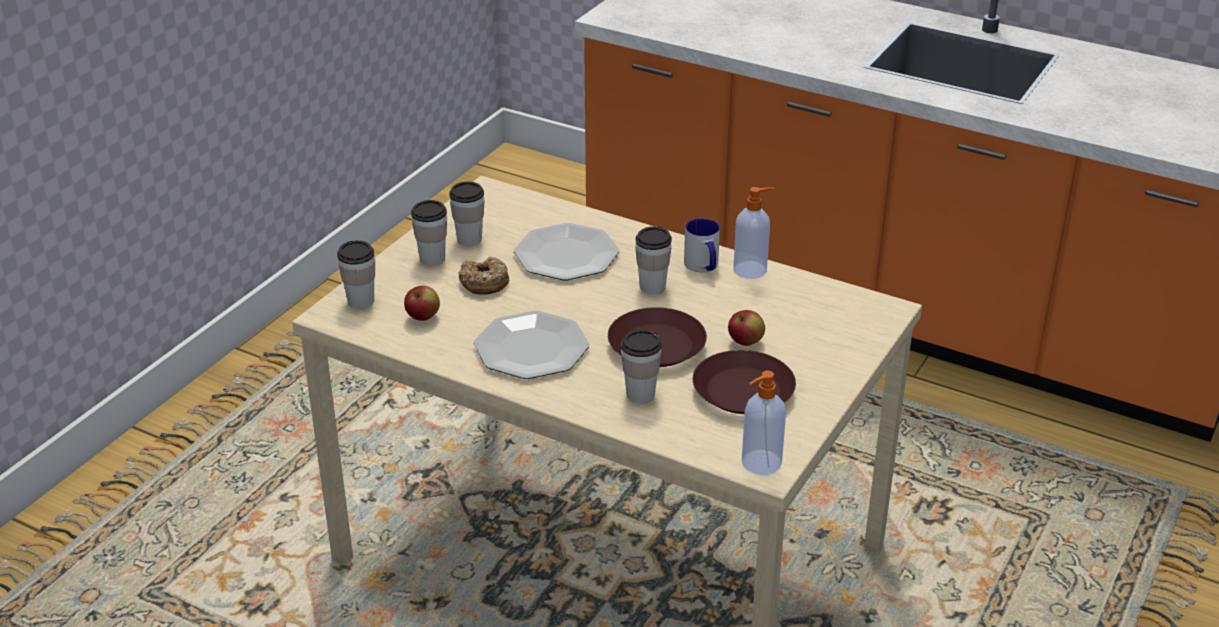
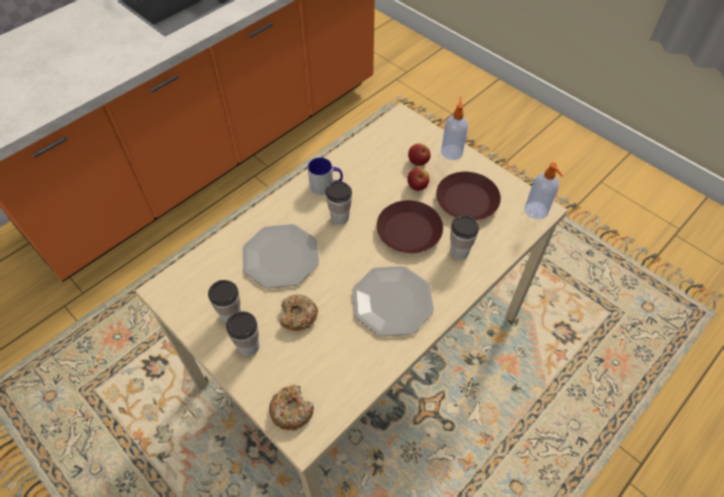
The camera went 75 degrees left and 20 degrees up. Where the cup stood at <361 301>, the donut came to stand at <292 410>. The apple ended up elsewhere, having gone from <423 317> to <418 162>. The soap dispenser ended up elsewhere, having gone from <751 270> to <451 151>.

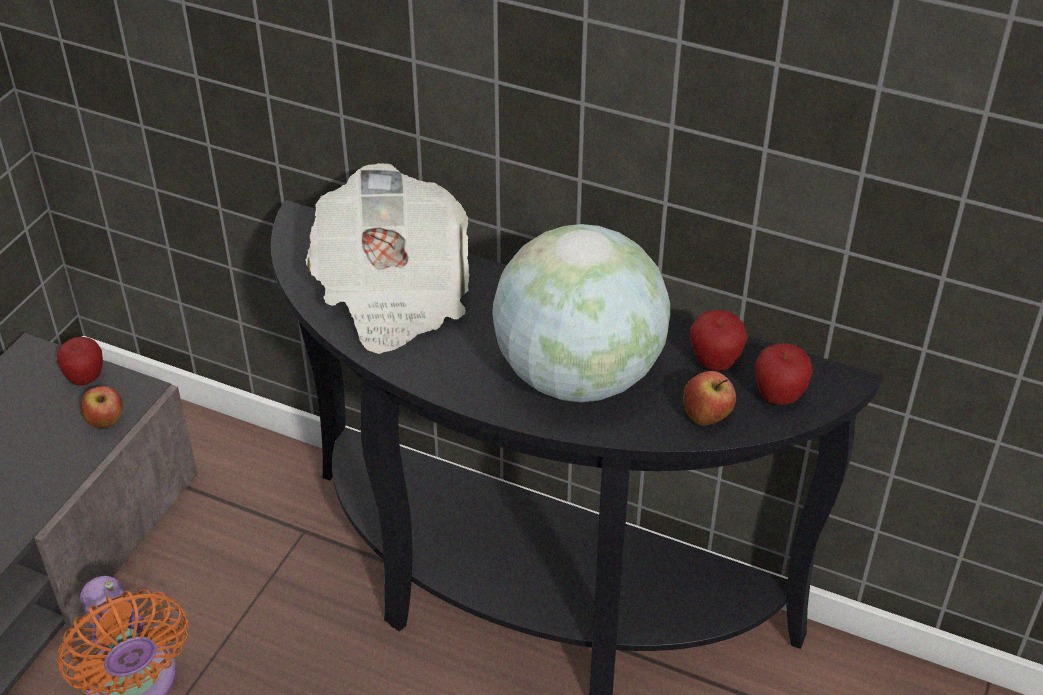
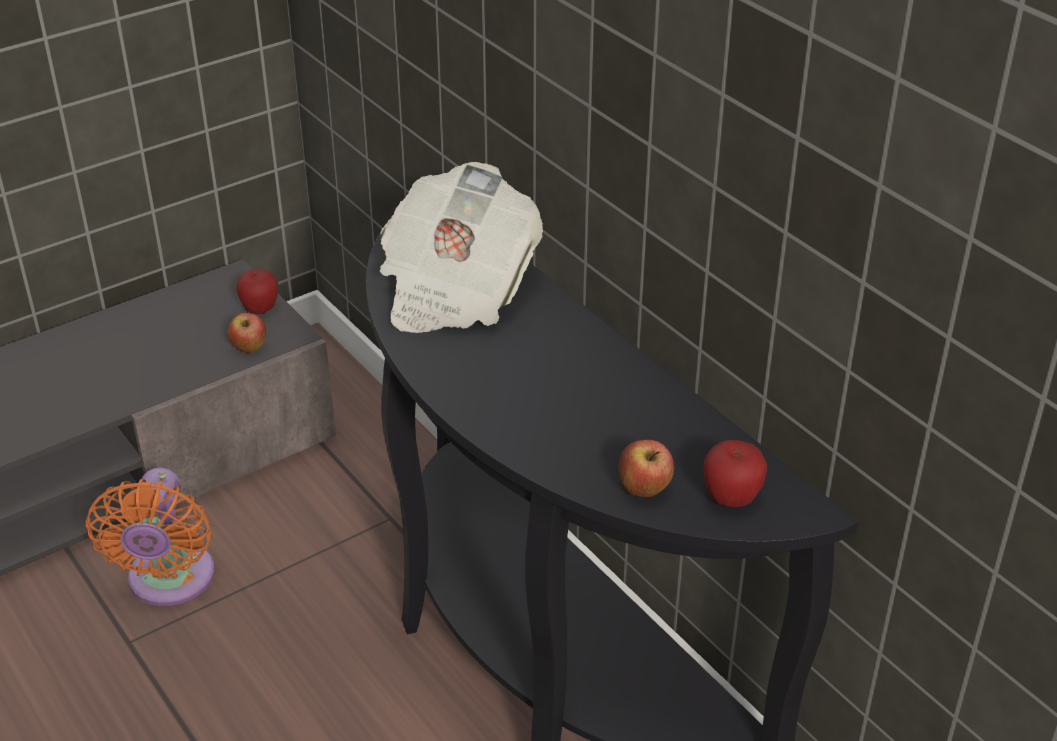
The camera went 30 degrees right and 5 degrees down. The second view lost the globe at <578 376>. The second view lost the apple at <715 363>.

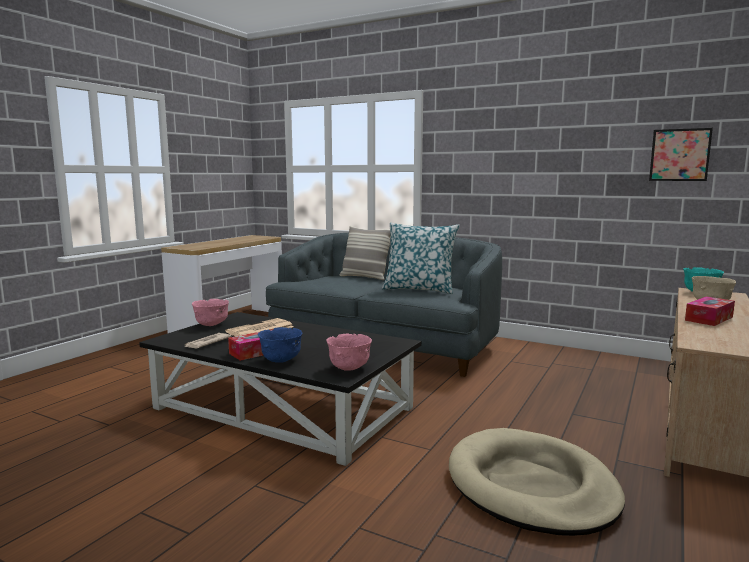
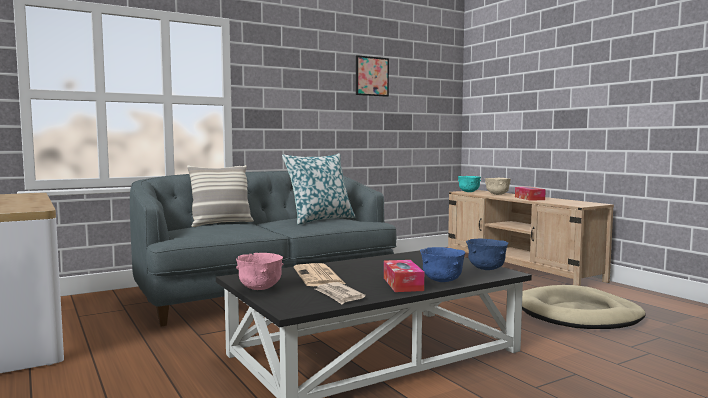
The camera went 60 degrees left and 5 degrees down. What was the pink bowl at <349 368> turned into the blue bowl at <486 269>. The picture ended up elsewhere, having gone from <679 155> to <372 76>.

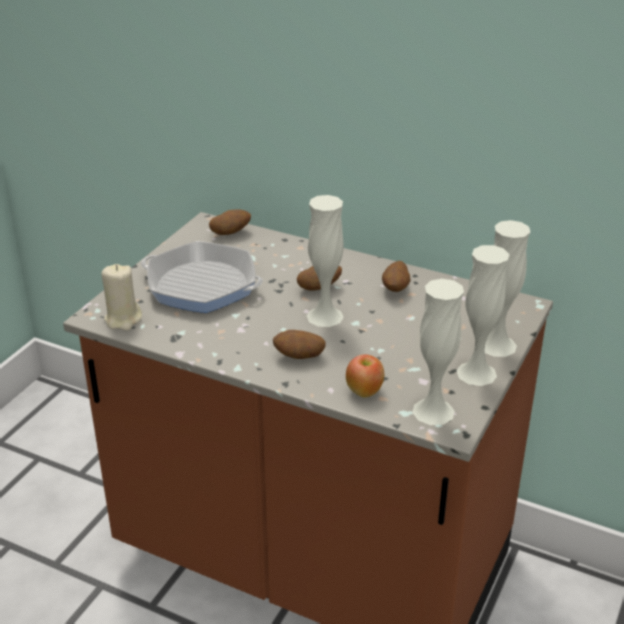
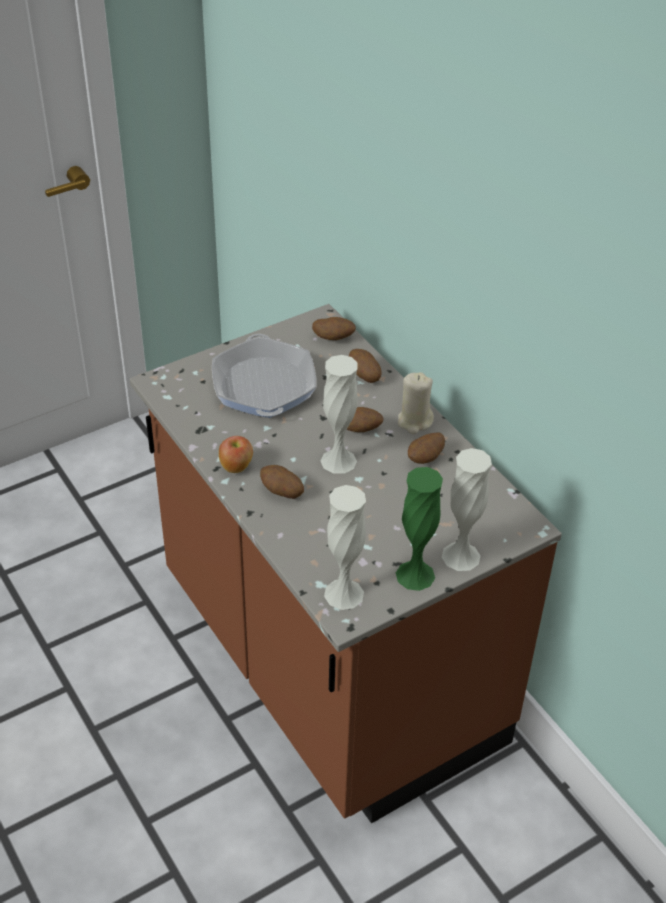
The camera went 30 degrees right and 10 degrees up. The beige candle ended up elsewhere, having gone from <123 319> to <414 421>. The frying pan at <202 285> ended up facing another way, 150 degrees counterclockwise from before. The apple ended up elsewhere, having gone from <365 391> to <236 467>. What was the white vase at <476 373> turned into the green vase at <415 575>. The second view gained the potato at <364 376>.

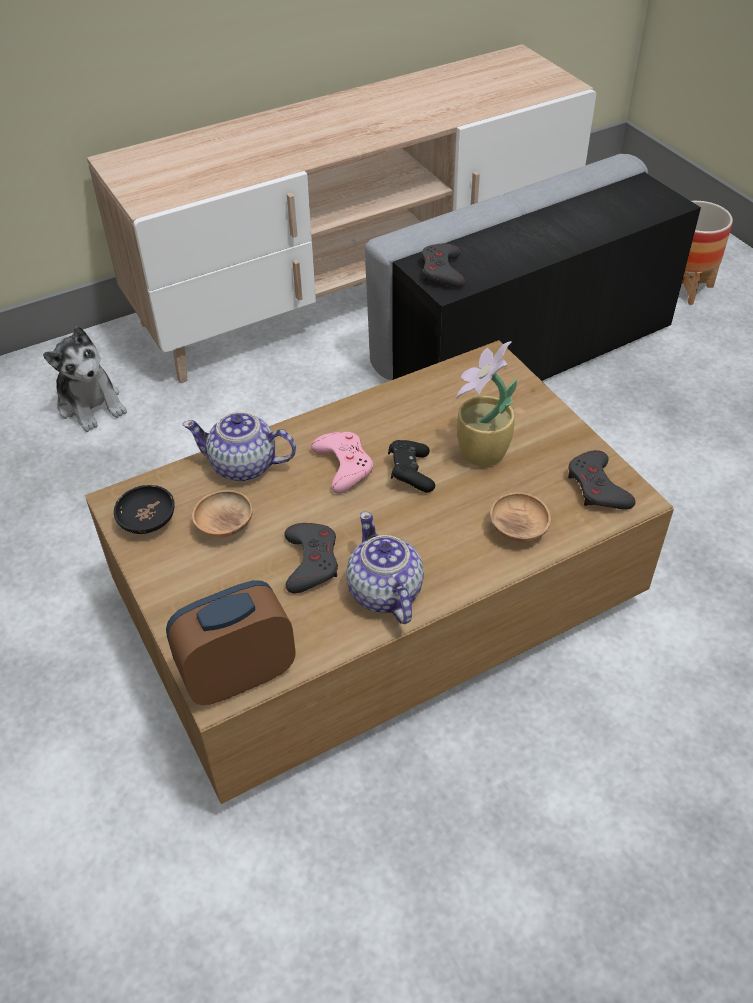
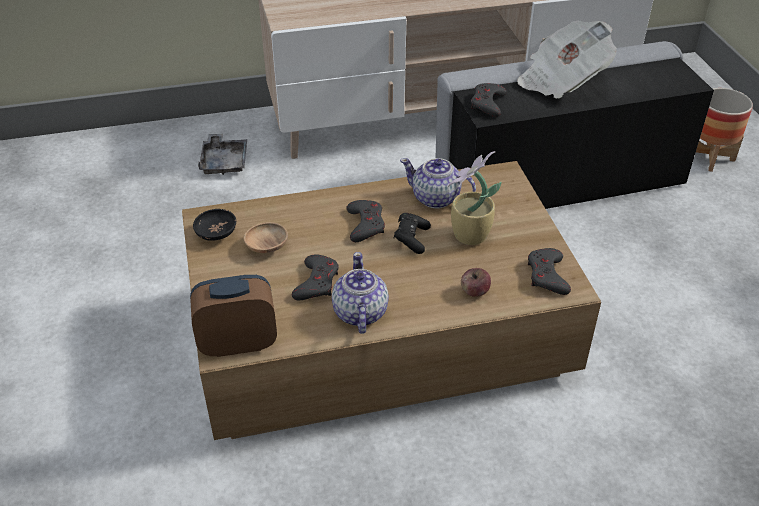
The camera went 15 degrees right and 5 degrees down. Where the plush toy stood at <91 404>, the grey tray came to stand at <224 162>. The teapot ended up elsewhere, having gone from <244 466> to <436 198>. What was the pink game controller at <343 465> turned into the grey game controller at <365 224>. Where the brown bowl stood at <518 529>, the apple came to stand at <474 291>. The second view gained the newspaper at <562 80>.

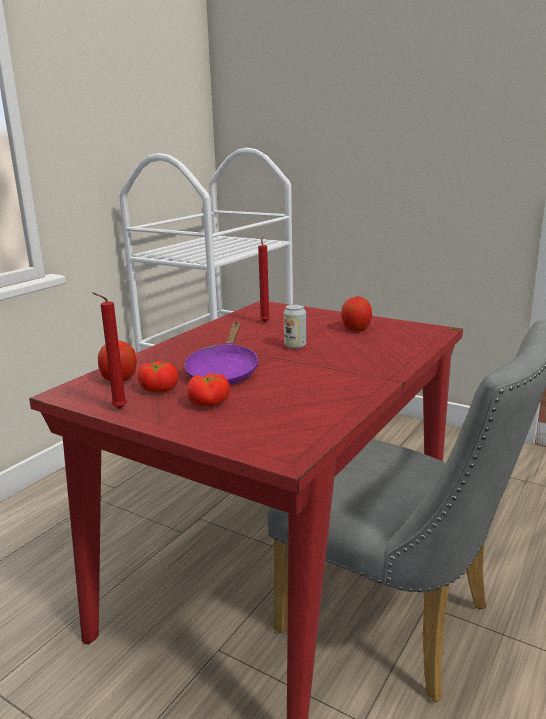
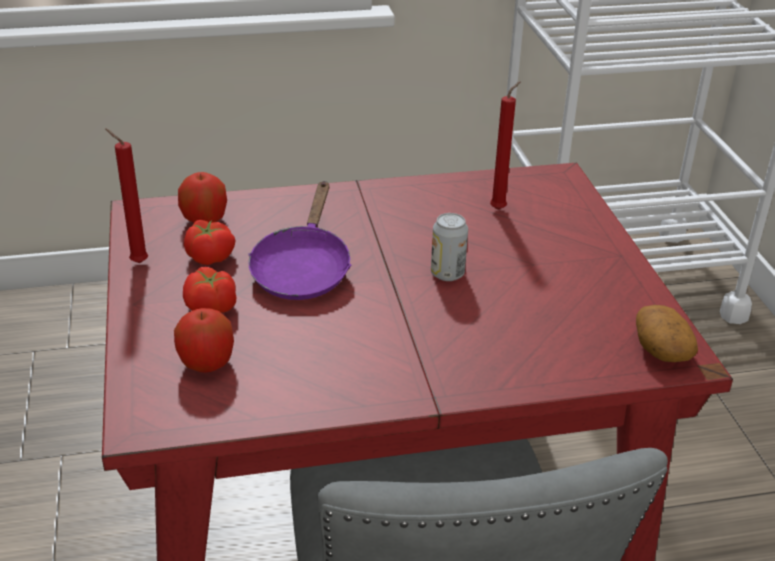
The camera went 45 degrees right and 15 degrees up. The purple frying pan at <223 372> ended up facing another way, 45 degrees counterclockwise from before. The apple ended up elsewhere, having gone from <356 329> to <206 363>. The second view gained the potato at <661 349>.

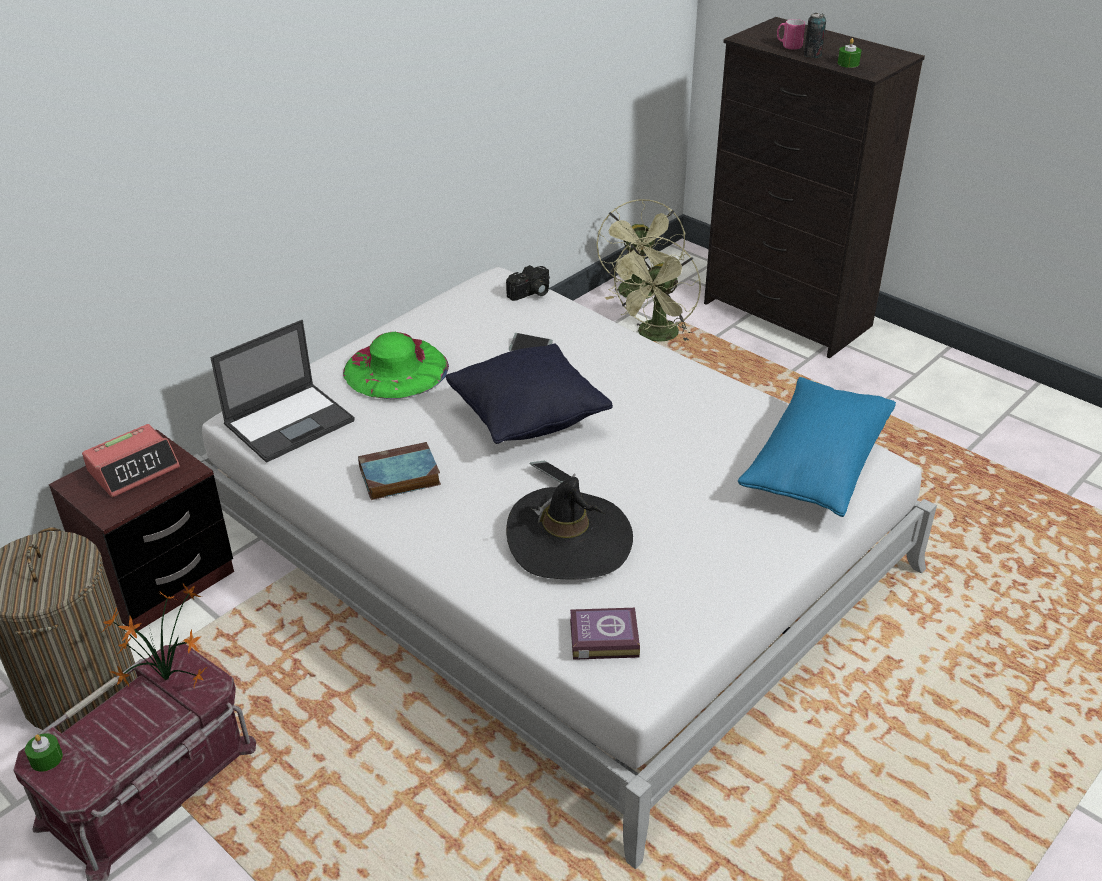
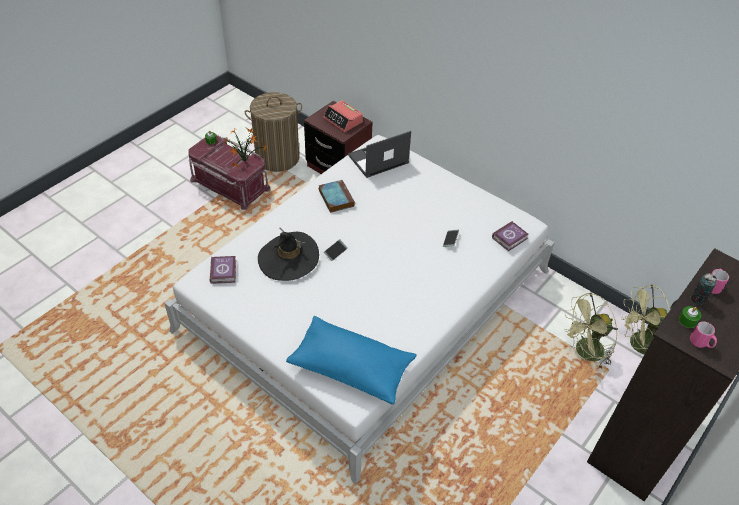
The camera went 85 degrees right and 10 degrees up. The laptop at <290 422> ended up facing another way, 105 degrees clockwise from before. The second view lost the green hat at <396 368>. The second view lost the black pillow at <528 420>. Where the photo camera stood at <530 294>, the book came to stand at <510 238>. The green fan at <656 337> ended up facing another way, 45 degrees counterclockwise from before. The second view gained the pink mug at <700 343>.

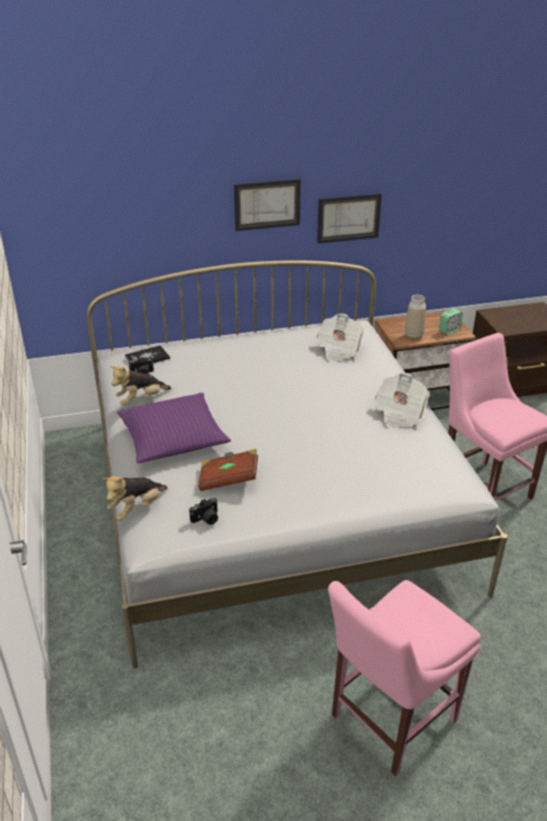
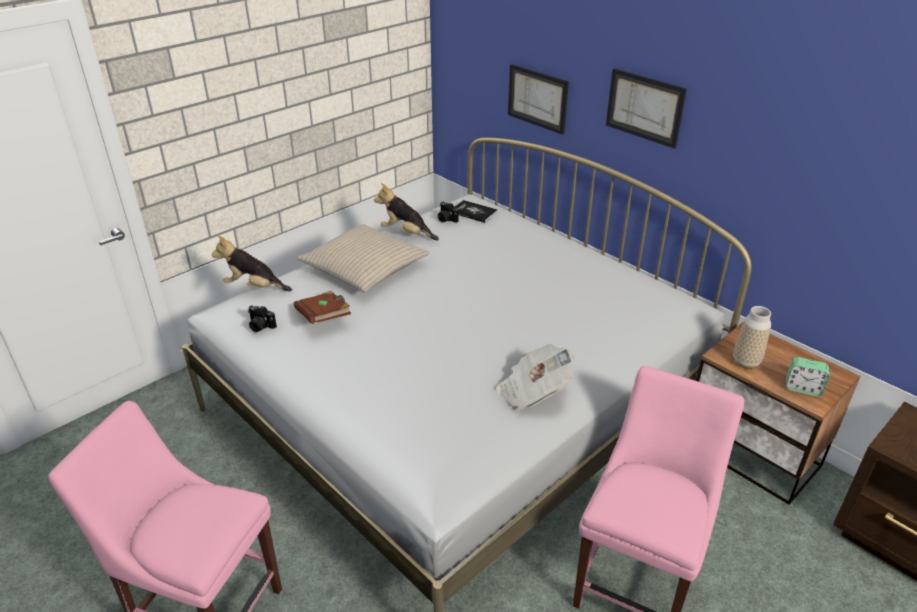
The camera went 60 degrees right and 0 degrees up. What was the purple pillow at <173 437> turned into the beige pillow at <364 268>. The picture ended up elsewhere, having gone from <348 218> to <537 98>. The second view lost the newspaper at <339 350>.

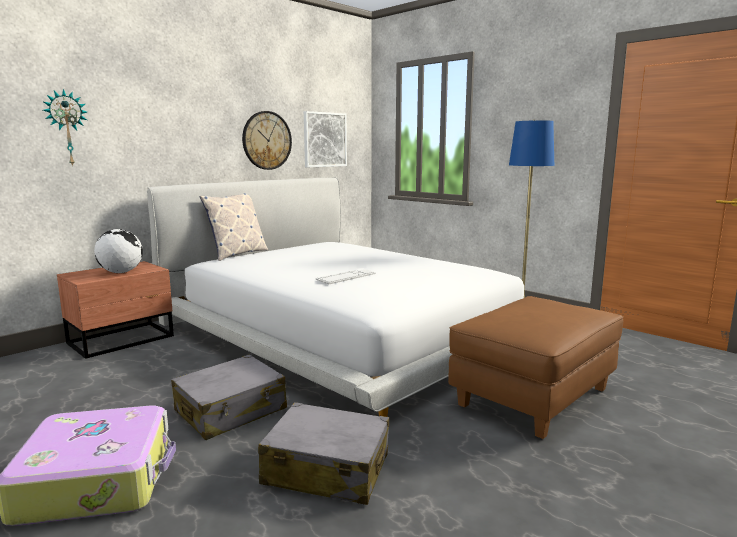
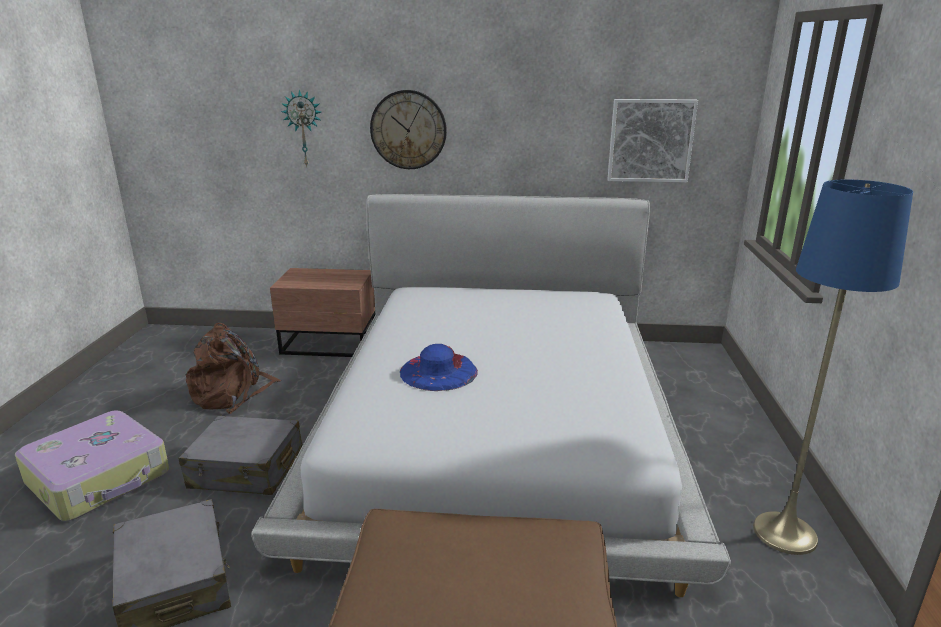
The camera went 50 degrees right and 10 degrees up. The second view lost the globe at <121 272>. The second view lost the pillow at <237 254>. The wall clock ended up elsewhere, having gone from <267 140> to <408 130>. Where the keyboard stood at <346 277>, the blue hat came to stand at <438 371>. The second view gained the brown backpack at <233 393>.

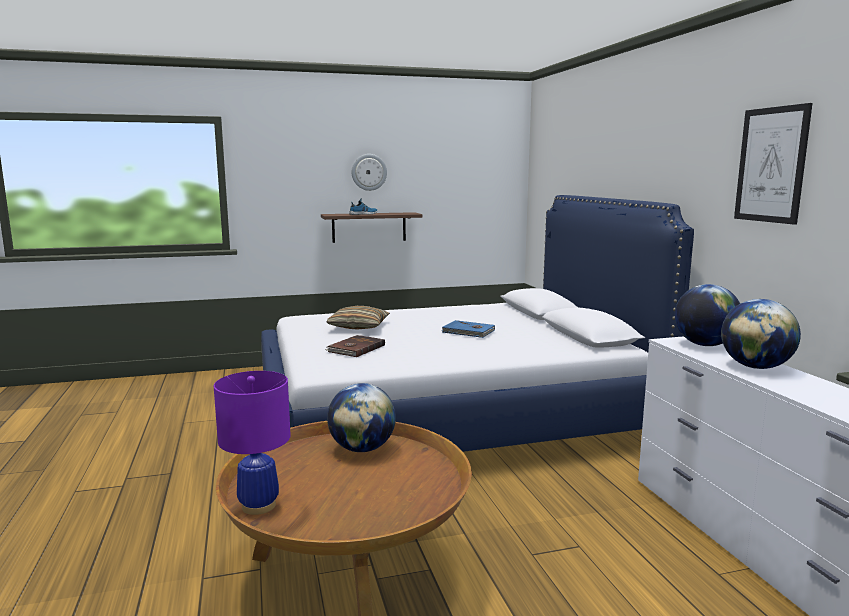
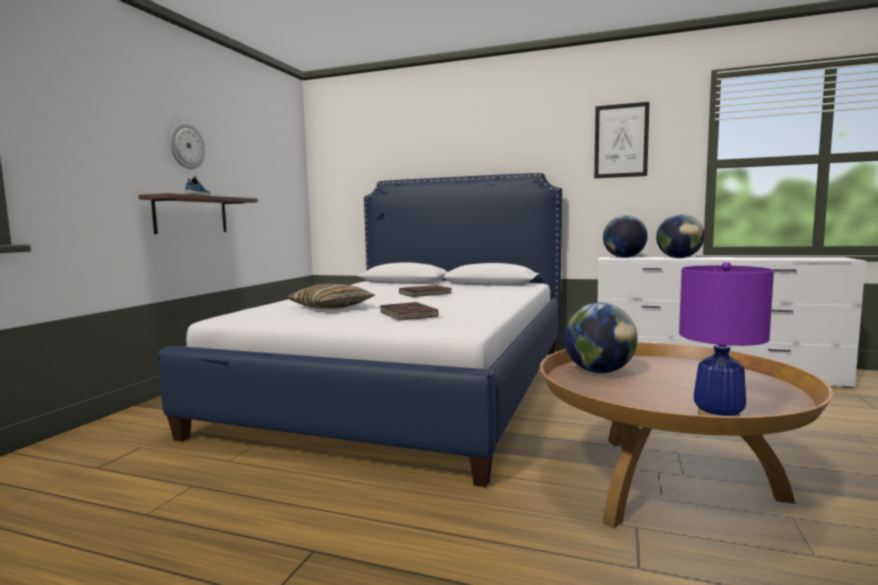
The camera went 55 degrees left and 5 degrees down. What was the blue book at <468 331> turned into the brown book at <426 293>.

